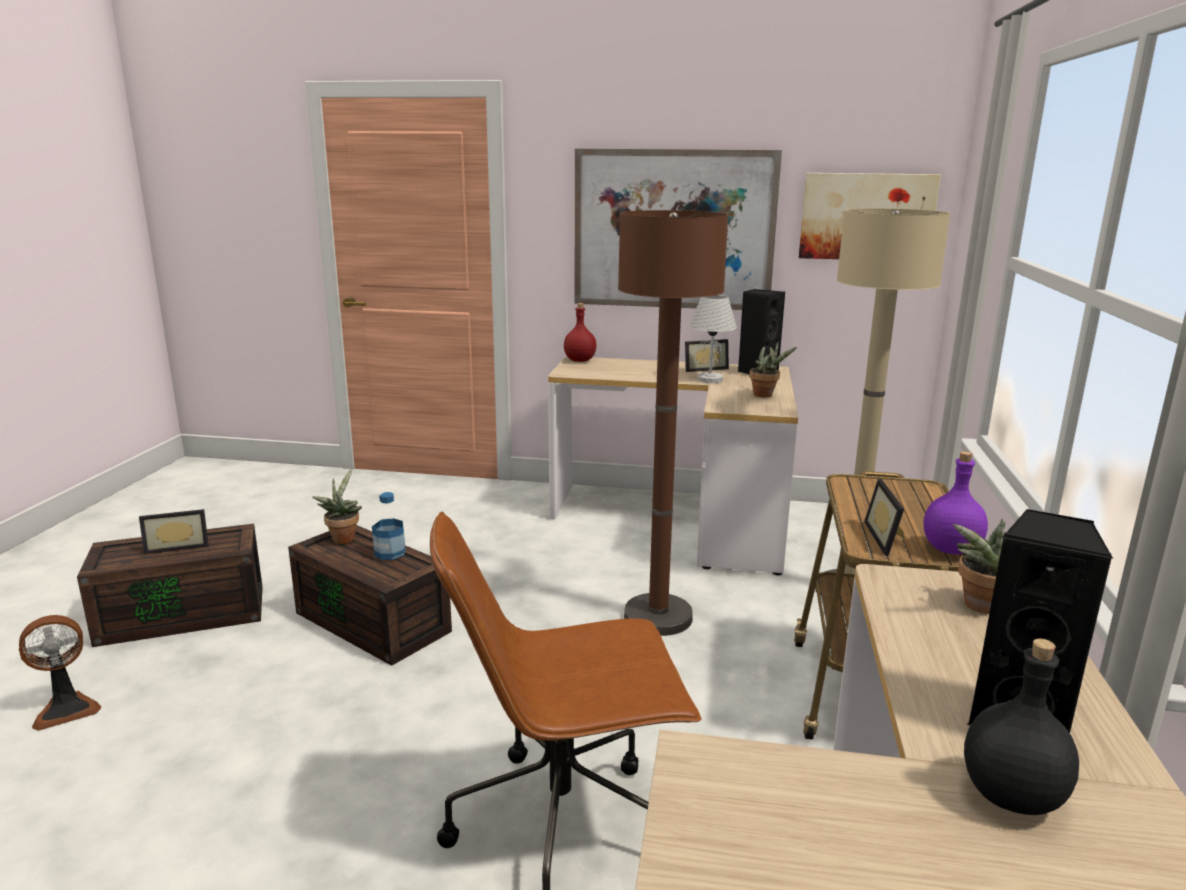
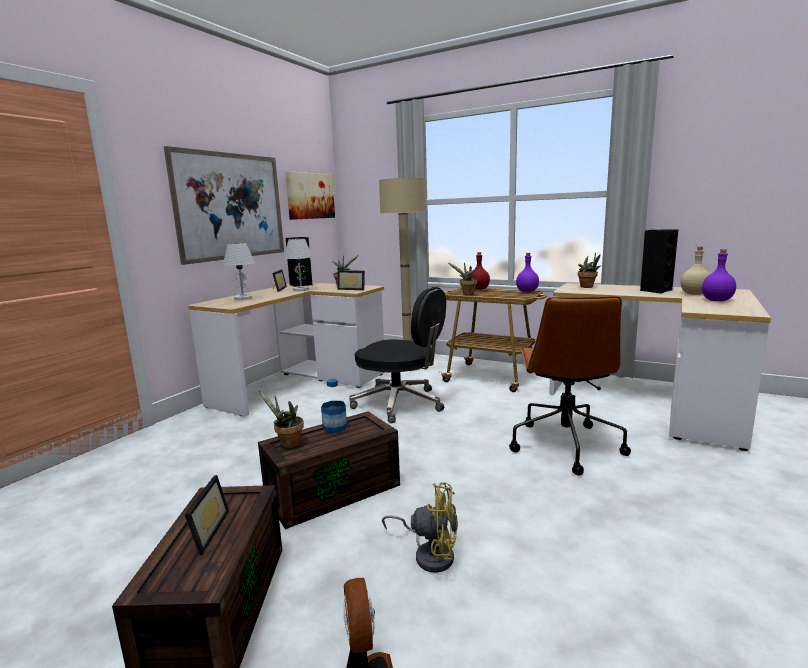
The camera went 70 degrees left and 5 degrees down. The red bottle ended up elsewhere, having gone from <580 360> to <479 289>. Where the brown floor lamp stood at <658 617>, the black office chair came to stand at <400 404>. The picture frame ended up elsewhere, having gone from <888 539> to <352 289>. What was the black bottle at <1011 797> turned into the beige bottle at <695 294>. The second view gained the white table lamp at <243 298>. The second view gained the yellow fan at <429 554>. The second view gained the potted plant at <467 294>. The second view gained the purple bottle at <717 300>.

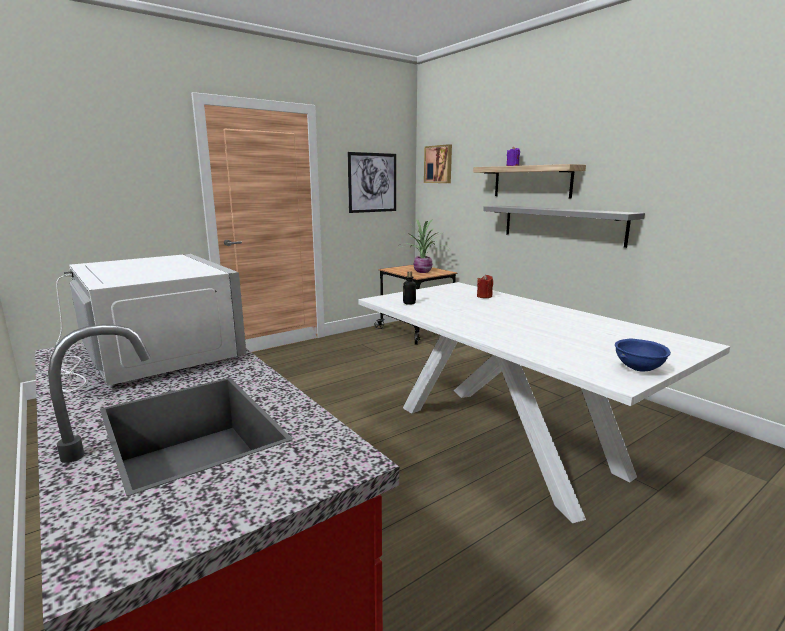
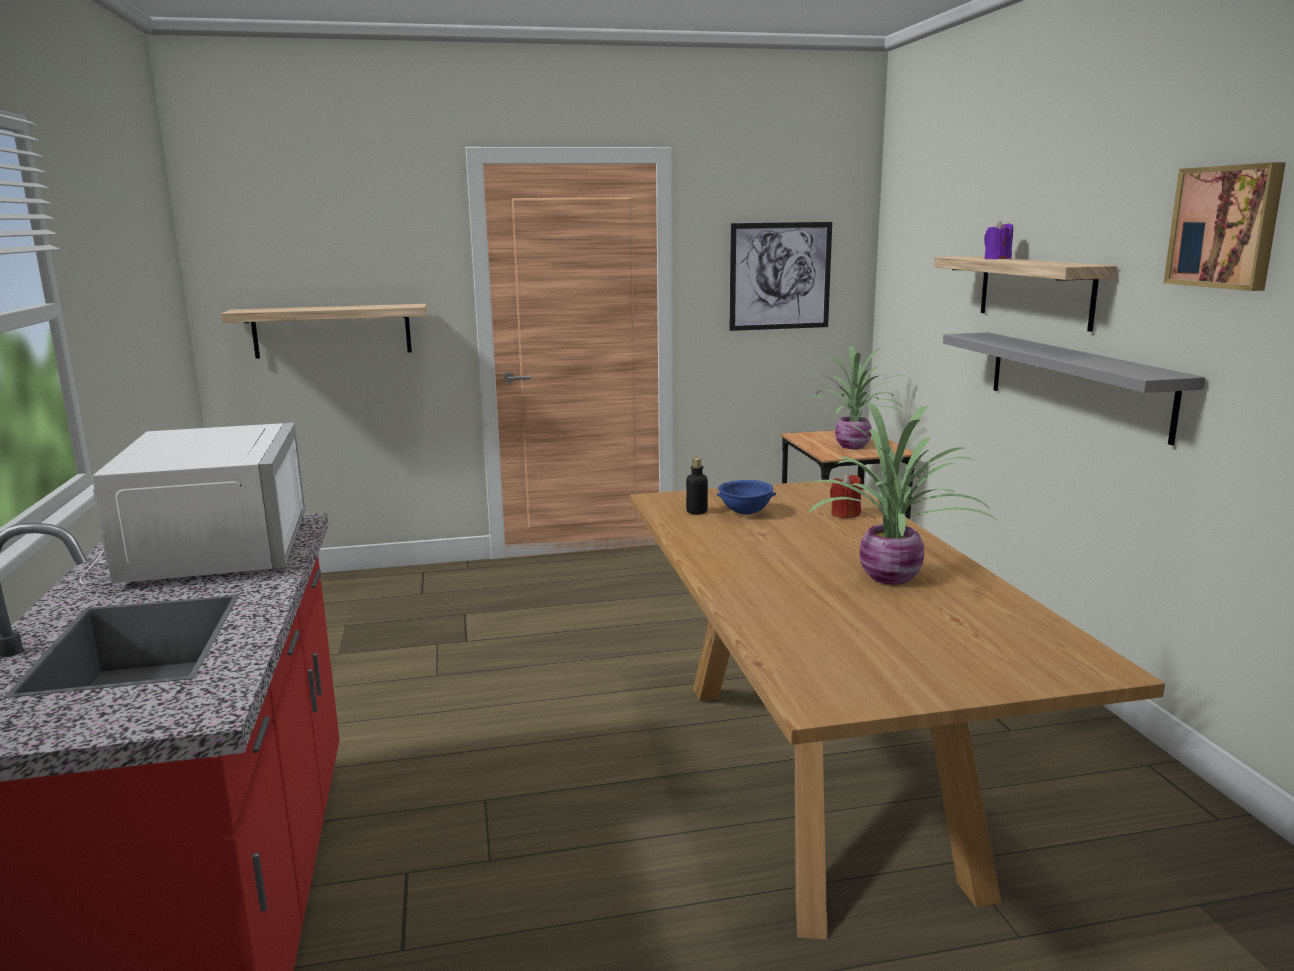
The camera went 25 degrees right and 0 degrees up. What was the white dining table at <503 438> turned into the brown dining table at <815 776>. The picture ended up elsewhere, having gone from <439 164> to <1226 227>. The blue bowl ended up elsewhere, having gone from <639 369> to <745 513>. The second view gained the shelf at <332 331>. The second view gained the potted plant at <892 576>.

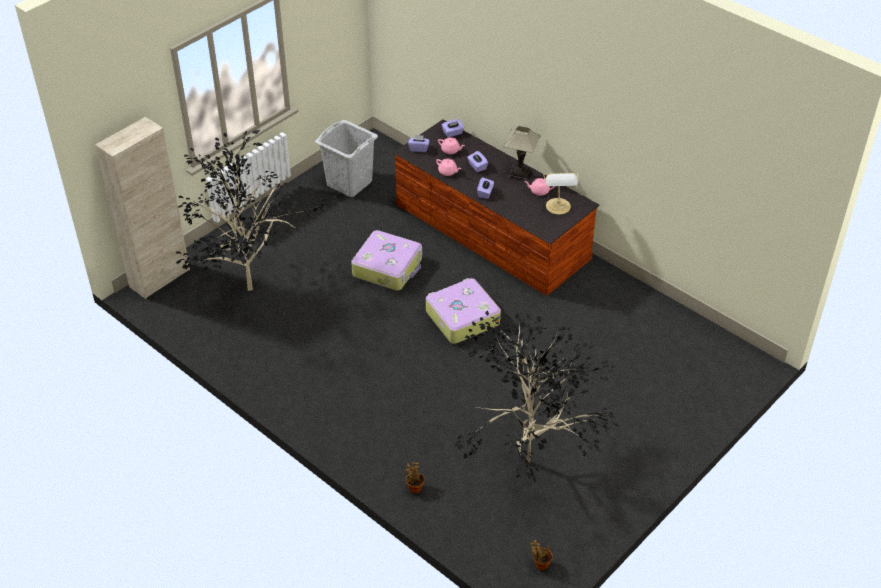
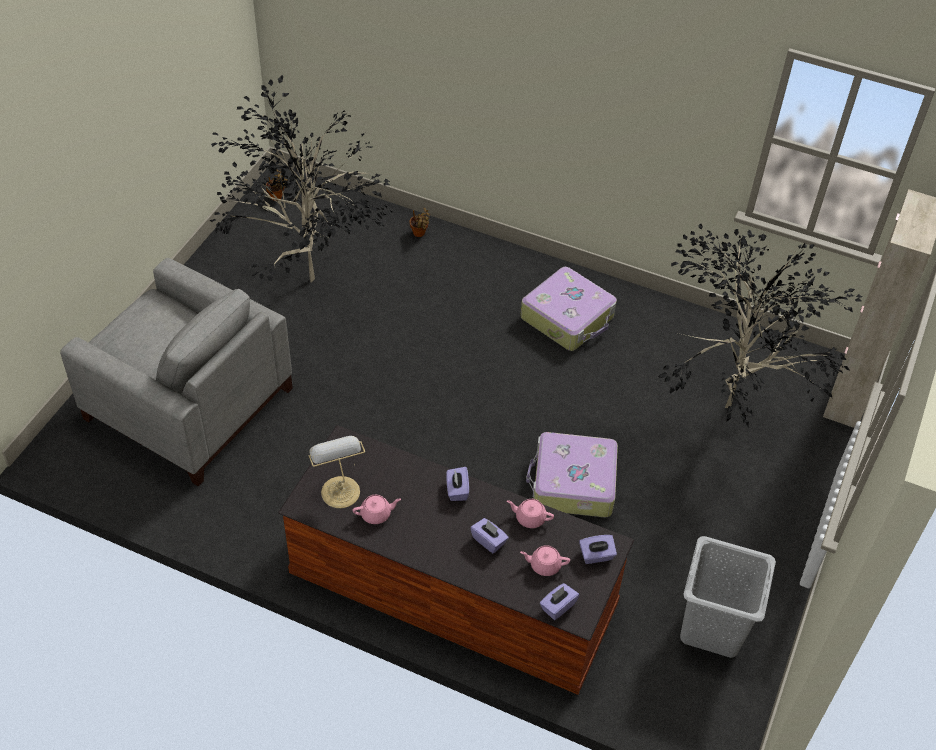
The camera went 160 degrees right and 5 degrees up. The suitcase ended up elsewhere, having gone from <461 317> to <568 317>. The second view lost the table lamp at <520 173>. The second view gained the grey armchair at <186 403>.

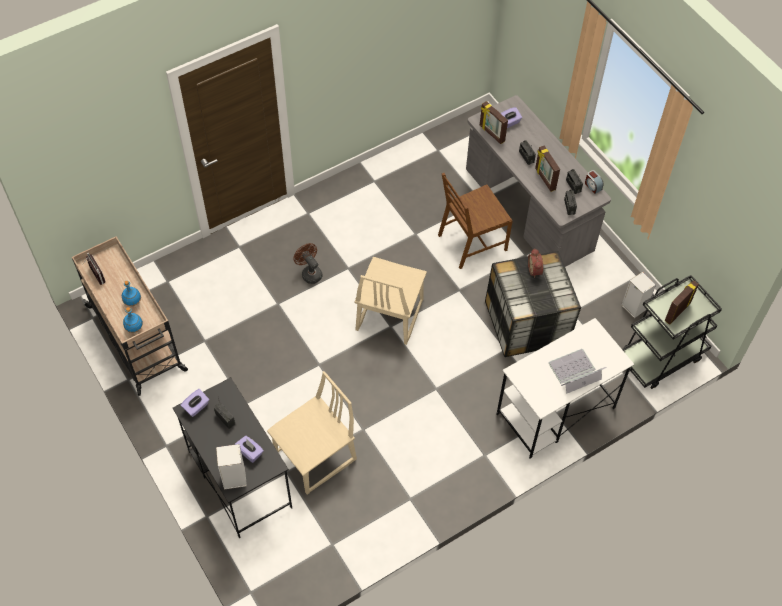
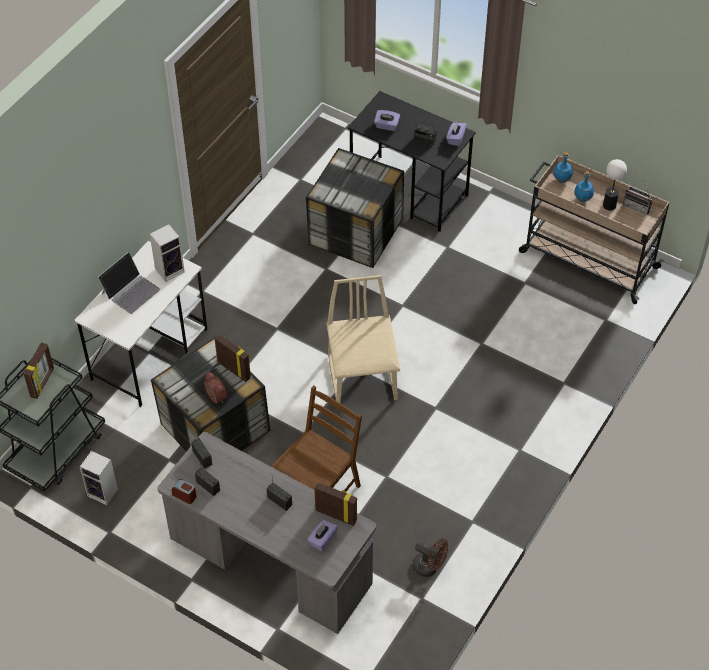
The camera went 155 degrees right and 5 degrees down. The speaker ended up elsewhere, having gone from <233 479> to <170 269>. Where the beige chair stood at <315 457>, the storage box came to stand at <354 232>. The brown fan ended up elsewhere, having gone from <309 273> to <429 567>. The picture frame ended up elsewhere, having gone from <544 179> to <234 369>. The second view gained the table lamp at <609 205>.

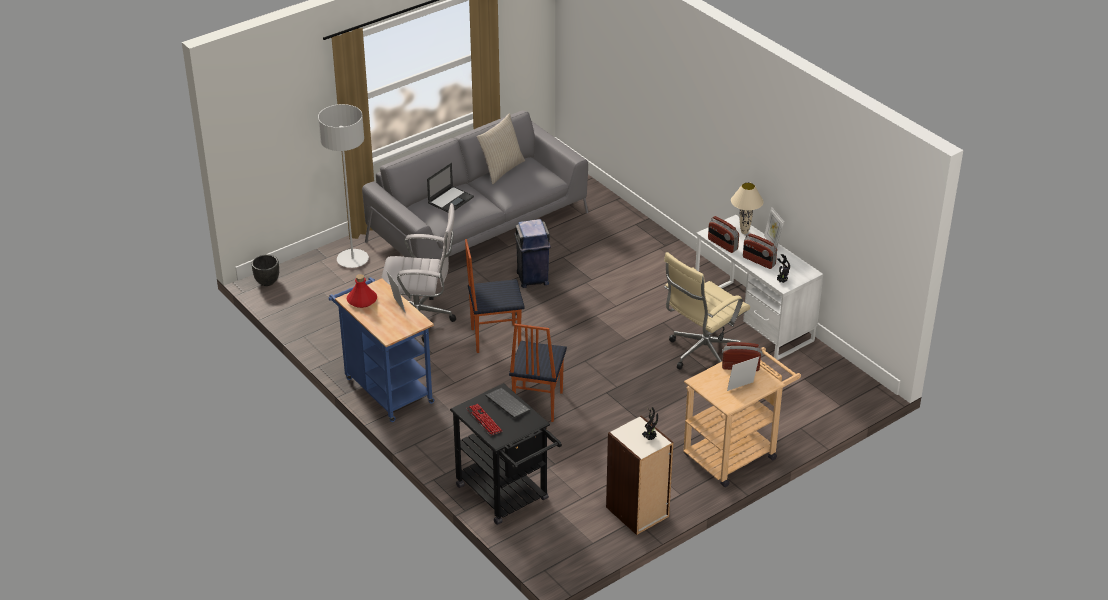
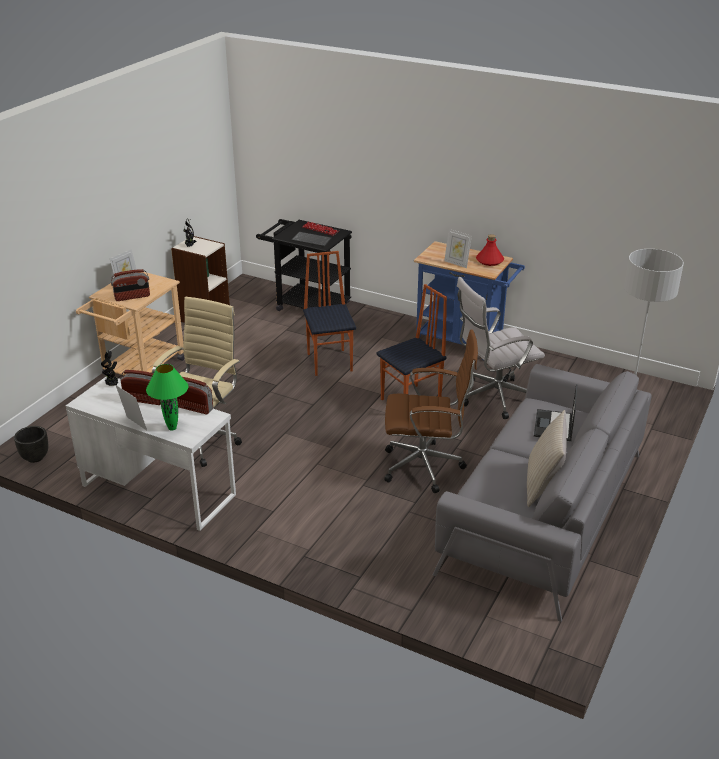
The camera went 155 degrees right and 5 degrees down. The black planter ended up elsewhere, having gone from <267 282> to <35 457>. Where the blue trash can stood at <532 279>, the brown office chair came to stand at <426 467>. What was the beige table lamp at <744 232> turned into the green table lamp at <172 428>.

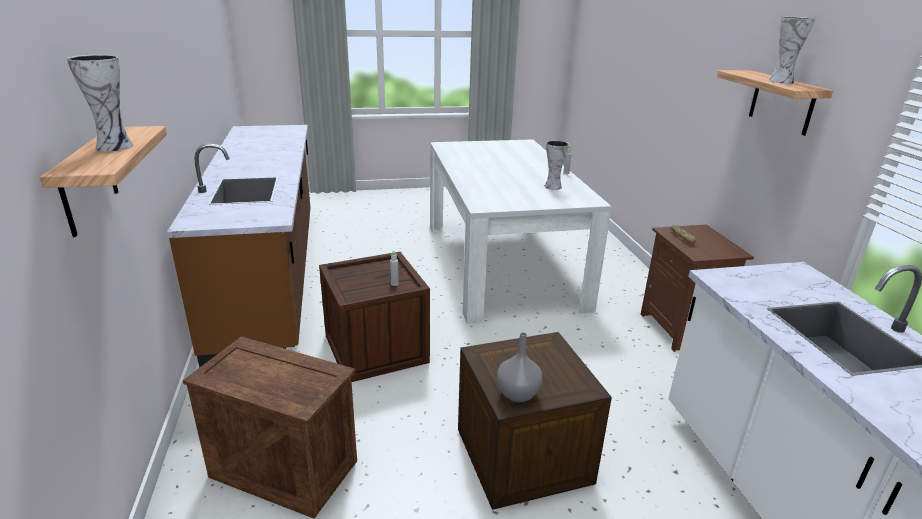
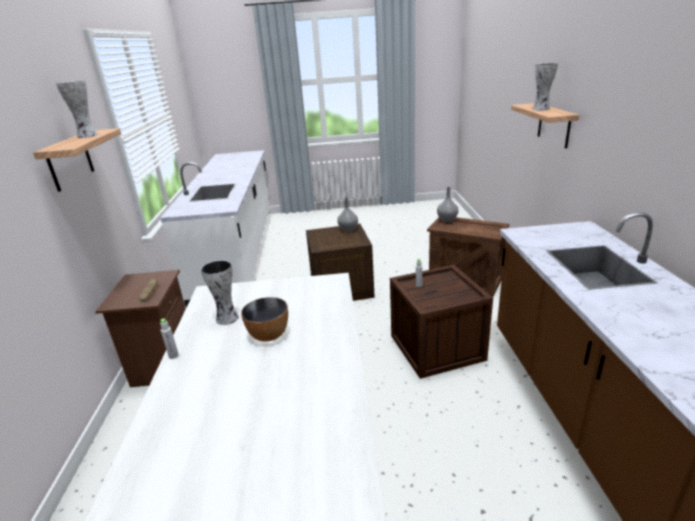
The camera went 170 degrees left and 0 degrees up. The second view gained the bowl at <268 335>. The second view gained the grey vase at <447 219>.

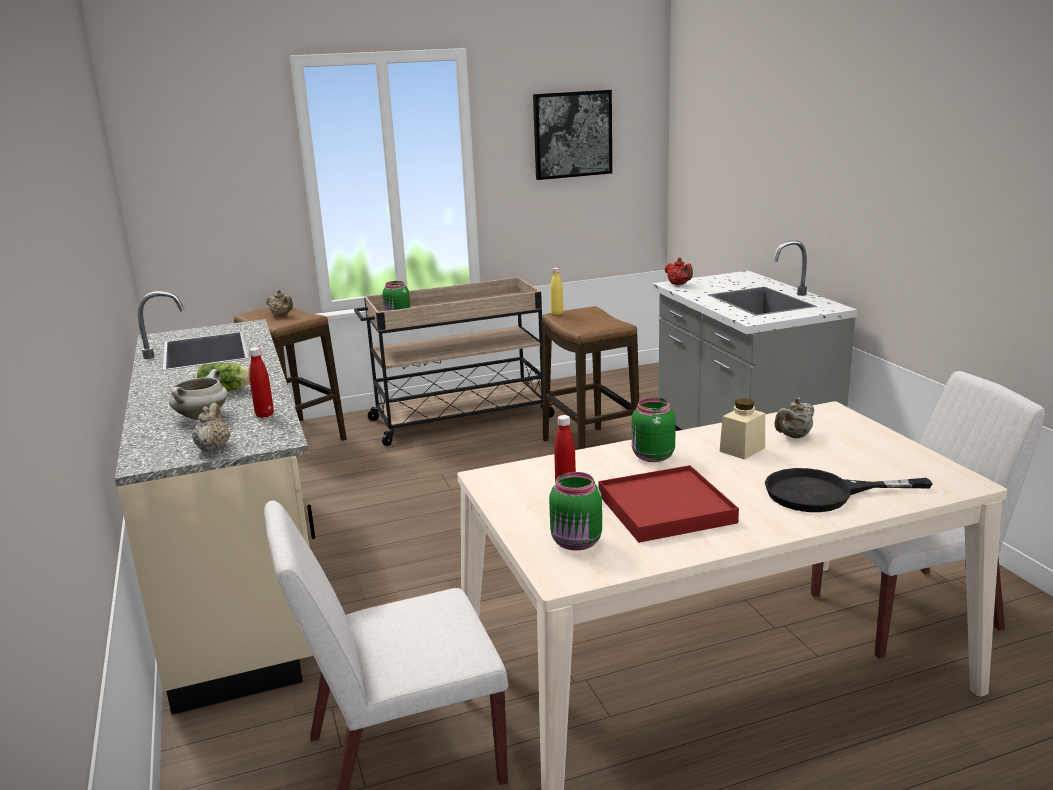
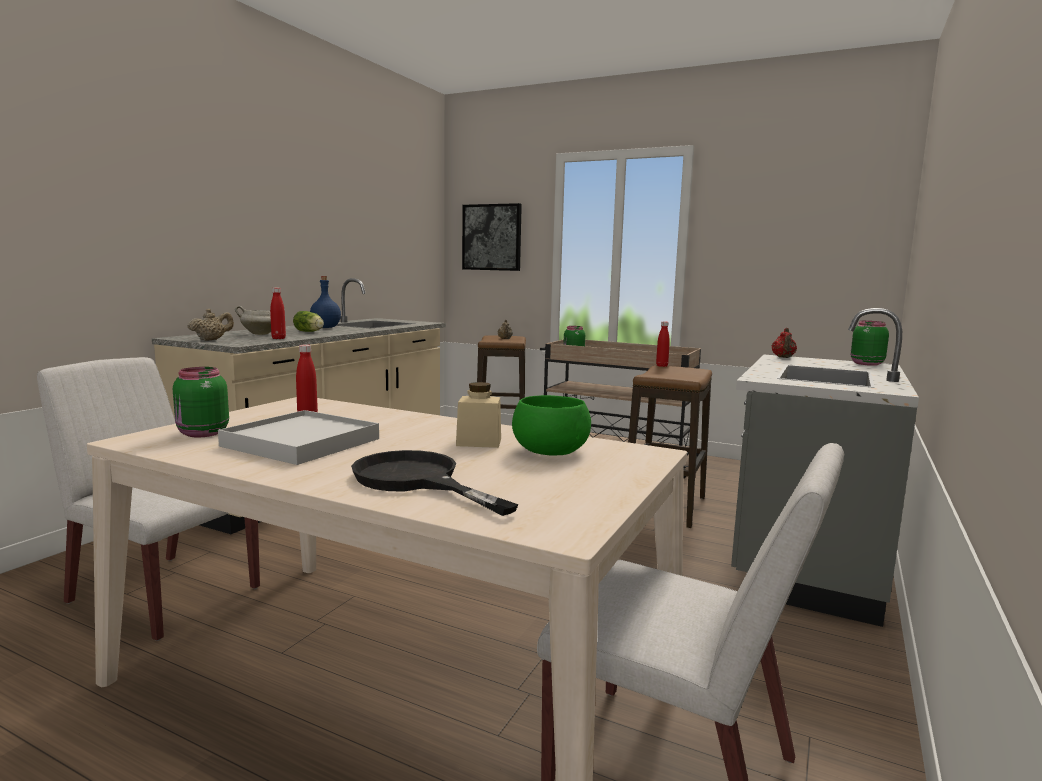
The camera went 45 degrees right and 10 degrees down. The picture ended up elsewhere, having gone from <572 134> to <492 237>. What was the yellow bottle at <557 313> turned into the red bottle at <661 366>. What was the red tray at <665 509> turned into the white tray at <301 442>. The green jar ended up elsewhere, having gone from <652 457> to <865 364>. Where the beige teapot stood at <794 436>, the green bowl came to stand at <549 451>. The second view gained the blue bottle at <325 327>.

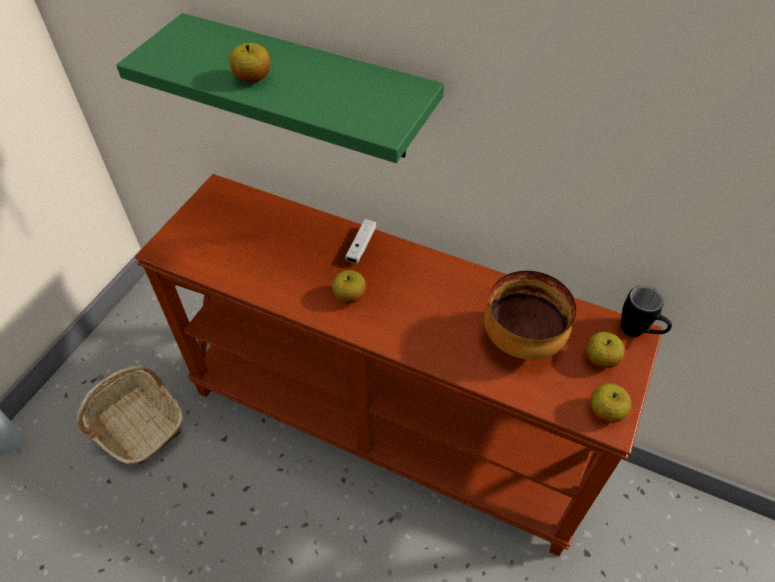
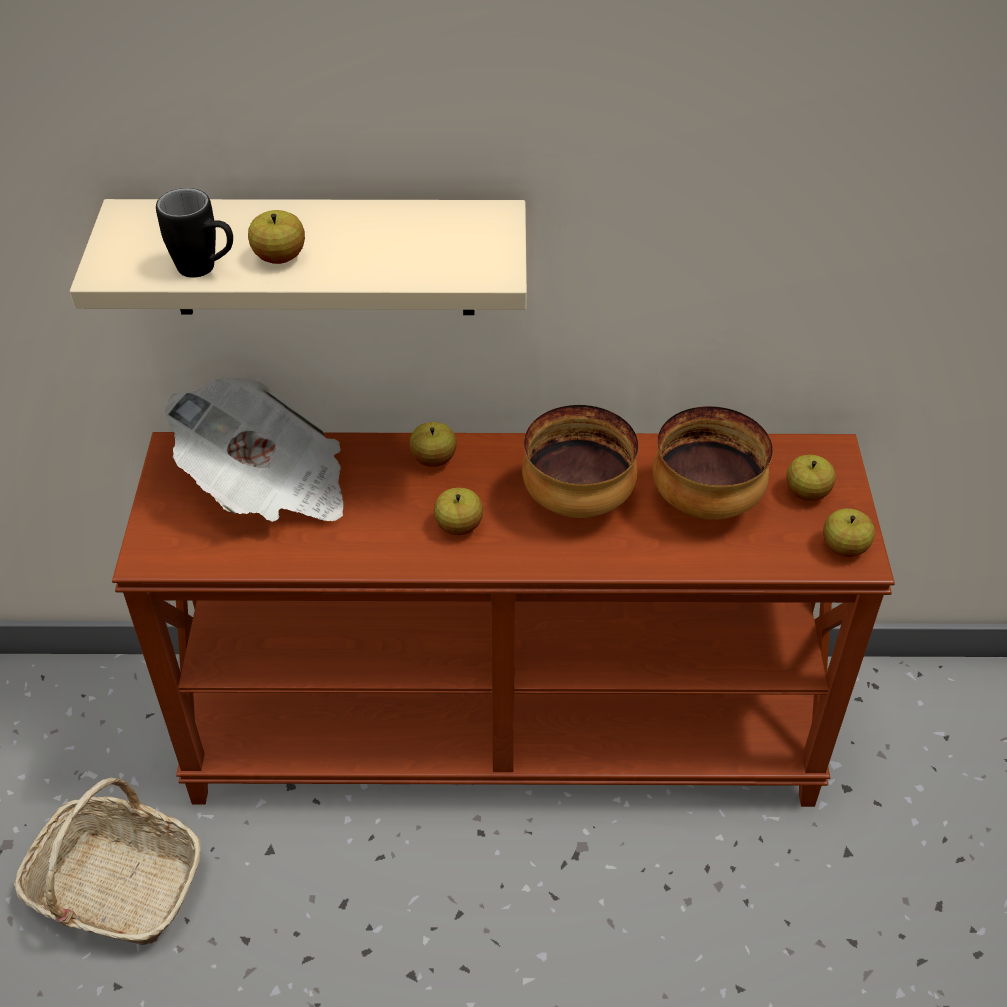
The camera went 25 degrees left and 5 degrees down. What was the green shelf at <310 89> turned into the beige shelf at <321 257>. Where the white game controller stood at <361 246>, the apple came to stand at <433 459>. The black mug ended up elsewhere, having gone from <638 332> to <206 270>. The second view gained the newspaper at <268 486>. The second view gained the bowl at <577 503>.

